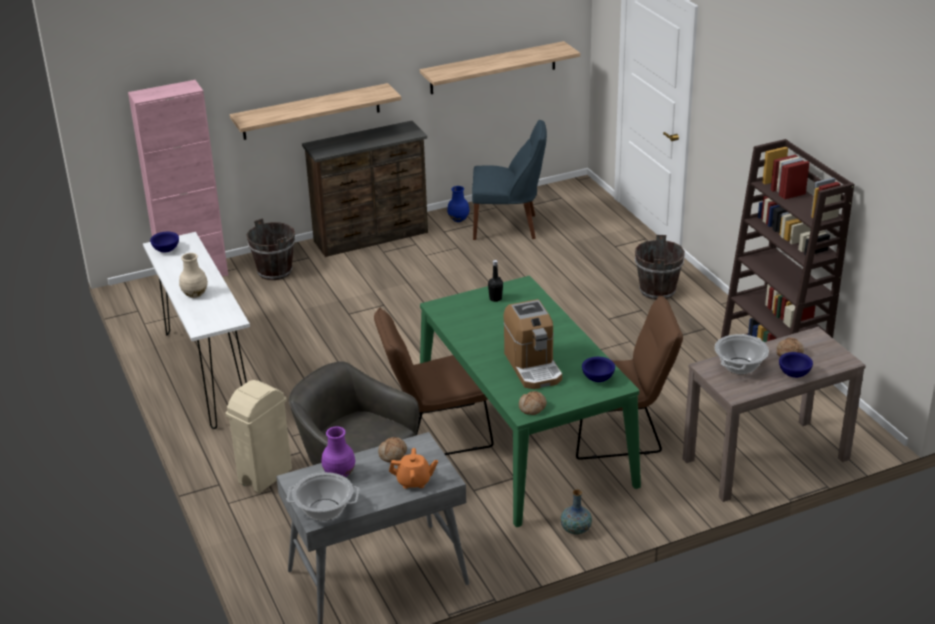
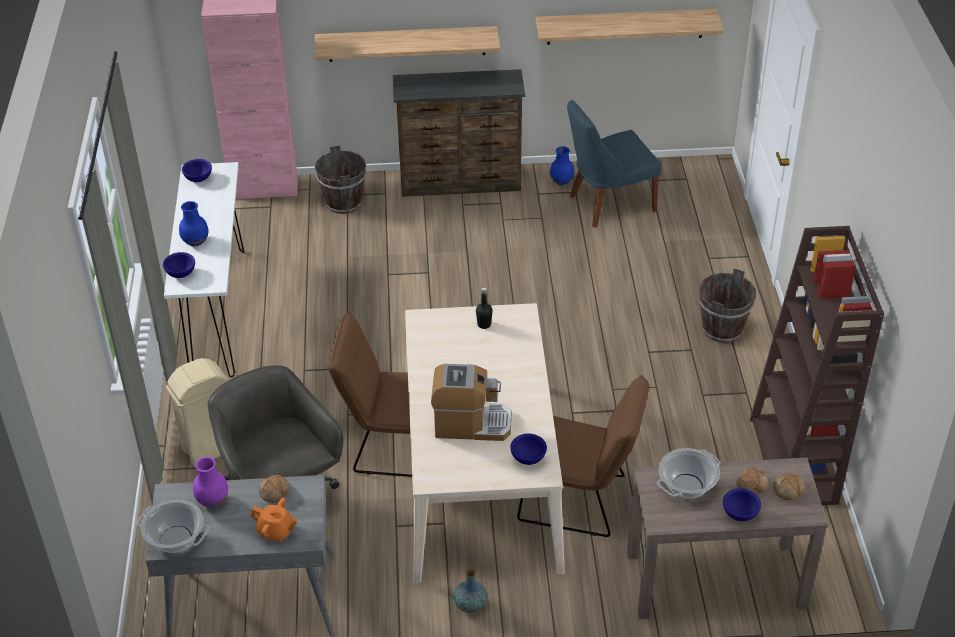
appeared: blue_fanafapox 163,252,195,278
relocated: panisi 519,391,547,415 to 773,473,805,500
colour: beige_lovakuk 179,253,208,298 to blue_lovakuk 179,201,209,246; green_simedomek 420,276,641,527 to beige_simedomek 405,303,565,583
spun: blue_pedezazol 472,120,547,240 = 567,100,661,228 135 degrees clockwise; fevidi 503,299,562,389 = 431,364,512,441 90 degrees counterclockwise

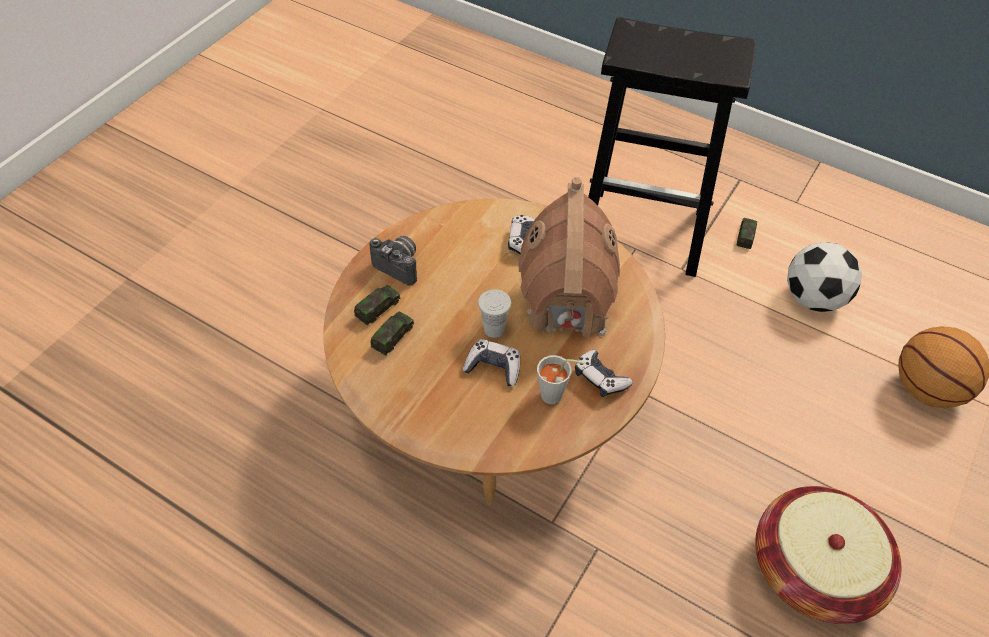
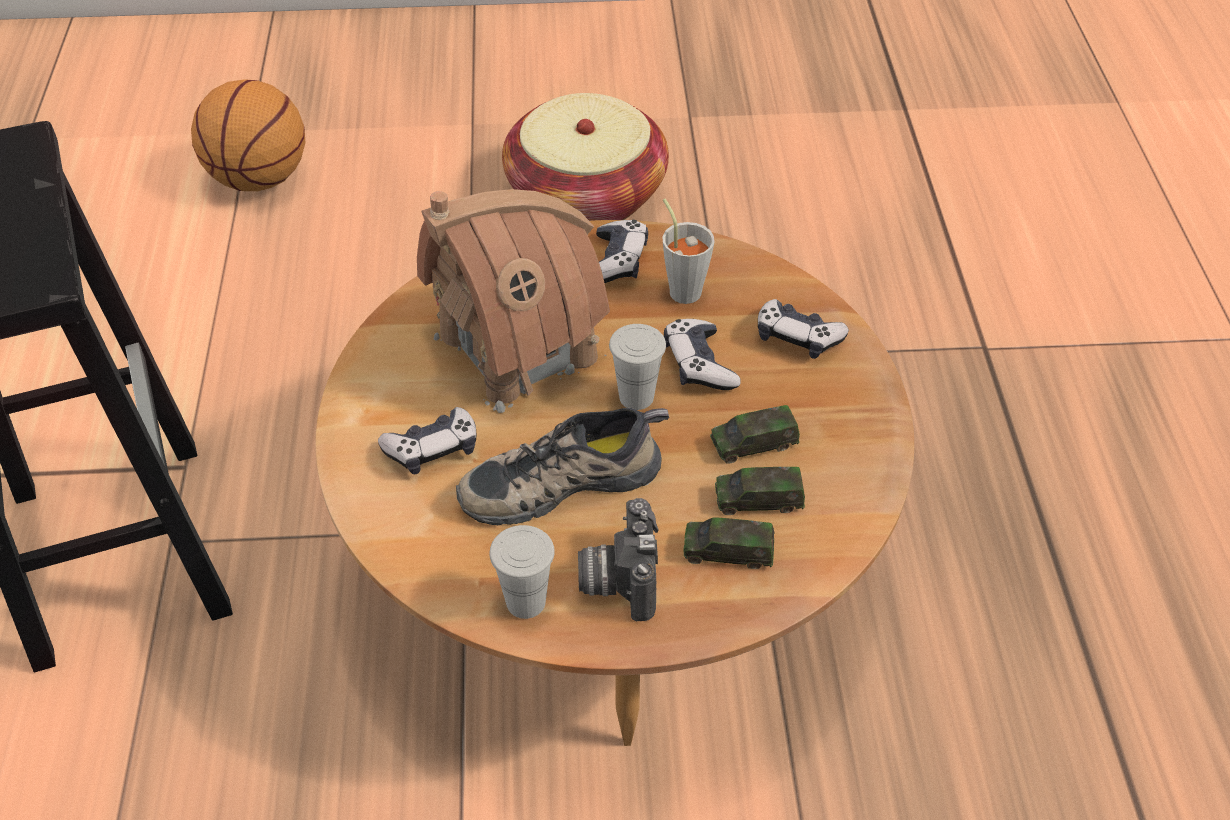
missing: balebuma 787,242,862,312
appeared: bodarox 456,407,669,525; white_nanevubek 489,525,555,619; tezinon 758,299,849,359
relocated: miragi 736,218,757,249 to 710,405,800,464

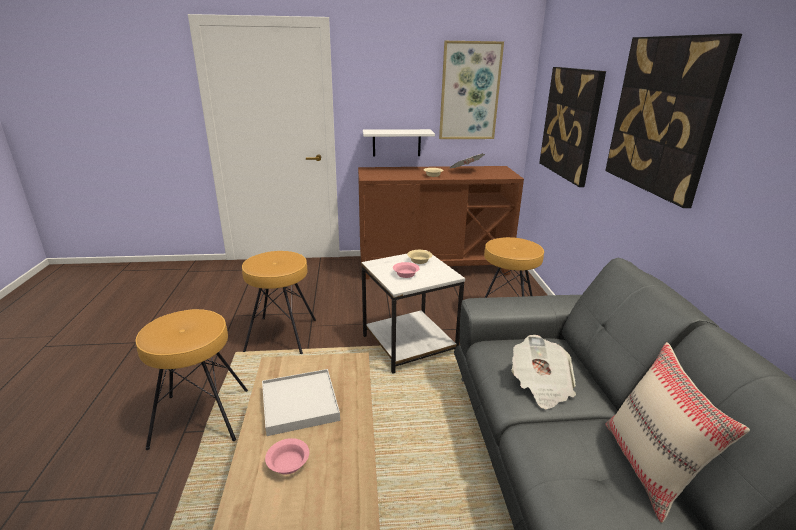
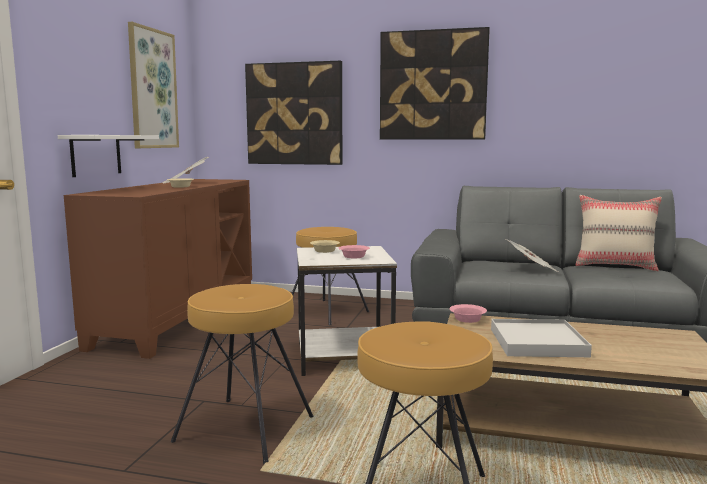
relocated: pink_fanafapox 265,438,309,474 to 449,304,487,323

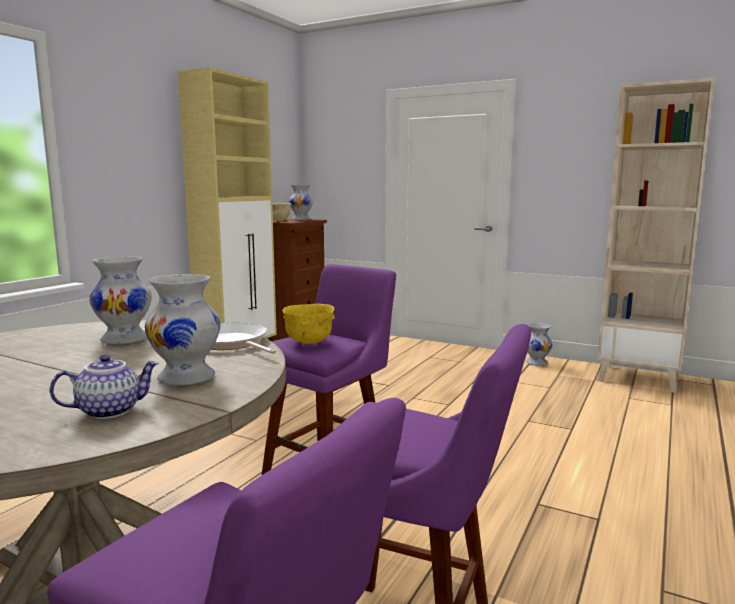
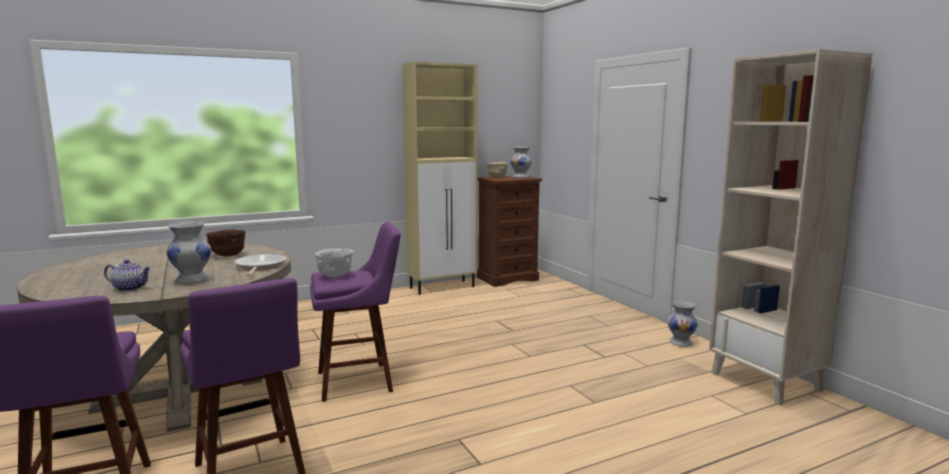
exchanged: white_lovakuk 89,256,152,344 to brown_fanafapox 206,229,246,257
colour: yellow_fanafapox 283,304,335,344 to white_fanafapox 315,249,353,277

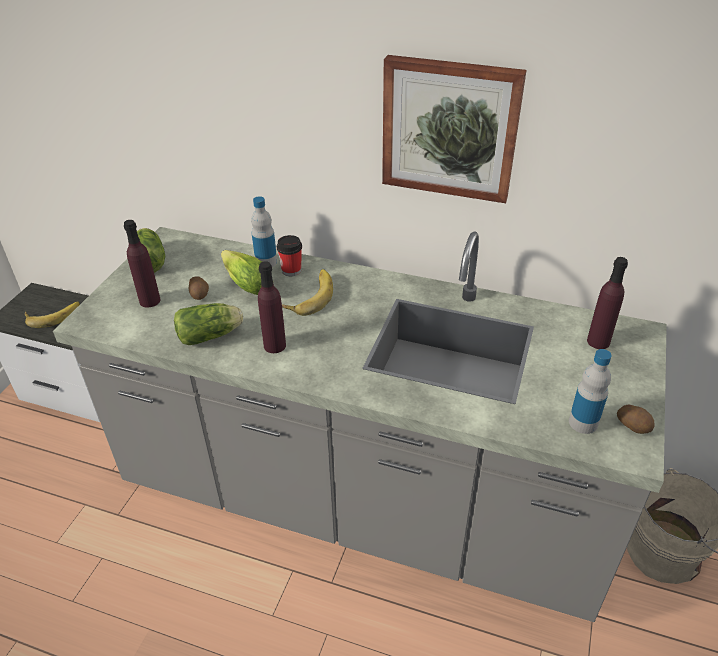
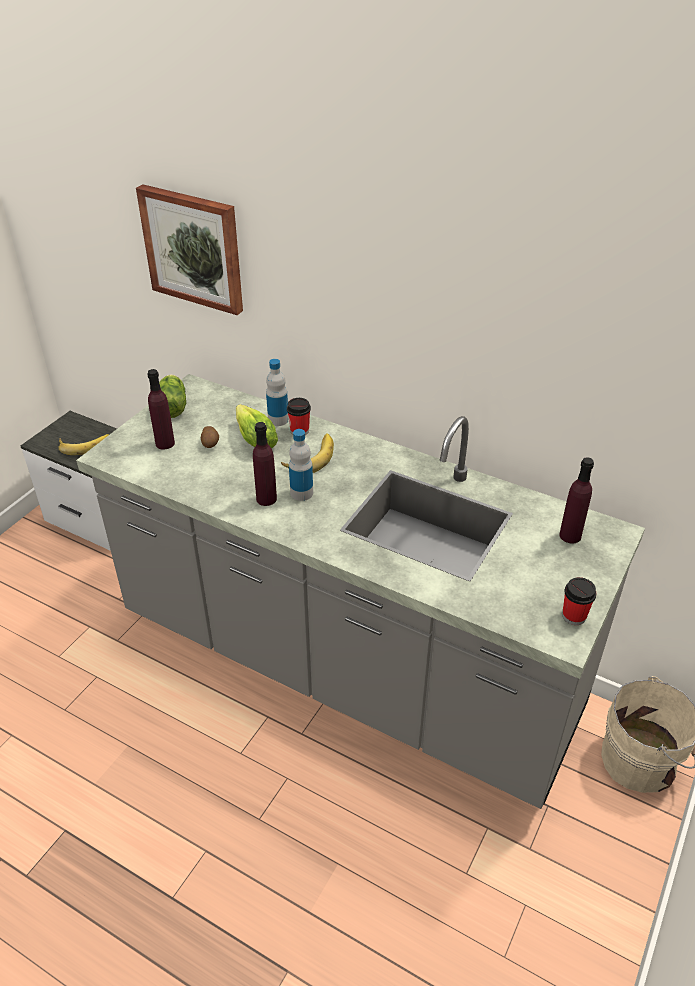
missing: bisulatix 174,303,243,345
relocated: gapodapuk 382,55,527,203 to 136,184,243,315; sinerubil 569,349,612,434 to 289,429,313,501
exchanged: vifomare 617,404,654,434 to nanevubek 562,577,597,625

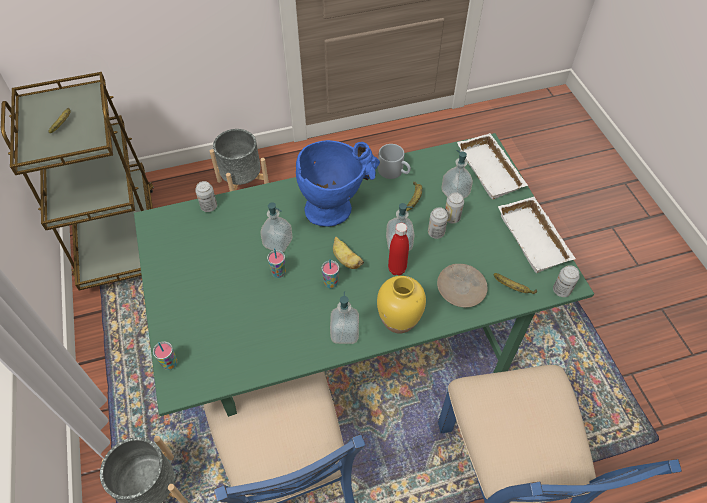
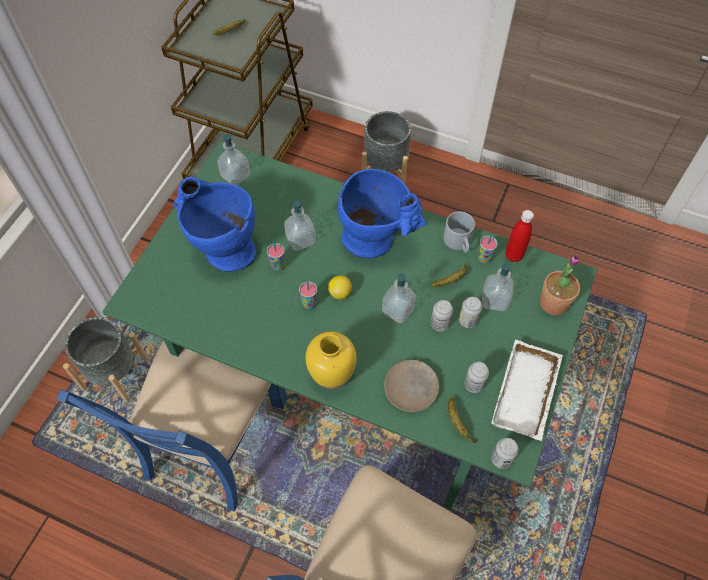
appeared: blue_lovakuk 173,177,257,272
relocated: nanevubek 153,342,177,370 to 478,234,498,264; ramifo 195,181,217,212 to 464,362,489,393; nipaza 330,291,359,344 to 217,133,250,185; red_sinerubil 388,223,409,276 to 505,210,534,262
exchanged: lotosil 333,237,364,269 to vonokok 328,276,352,299; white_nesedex 457,133,528,200 to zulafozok 540,254,580,315

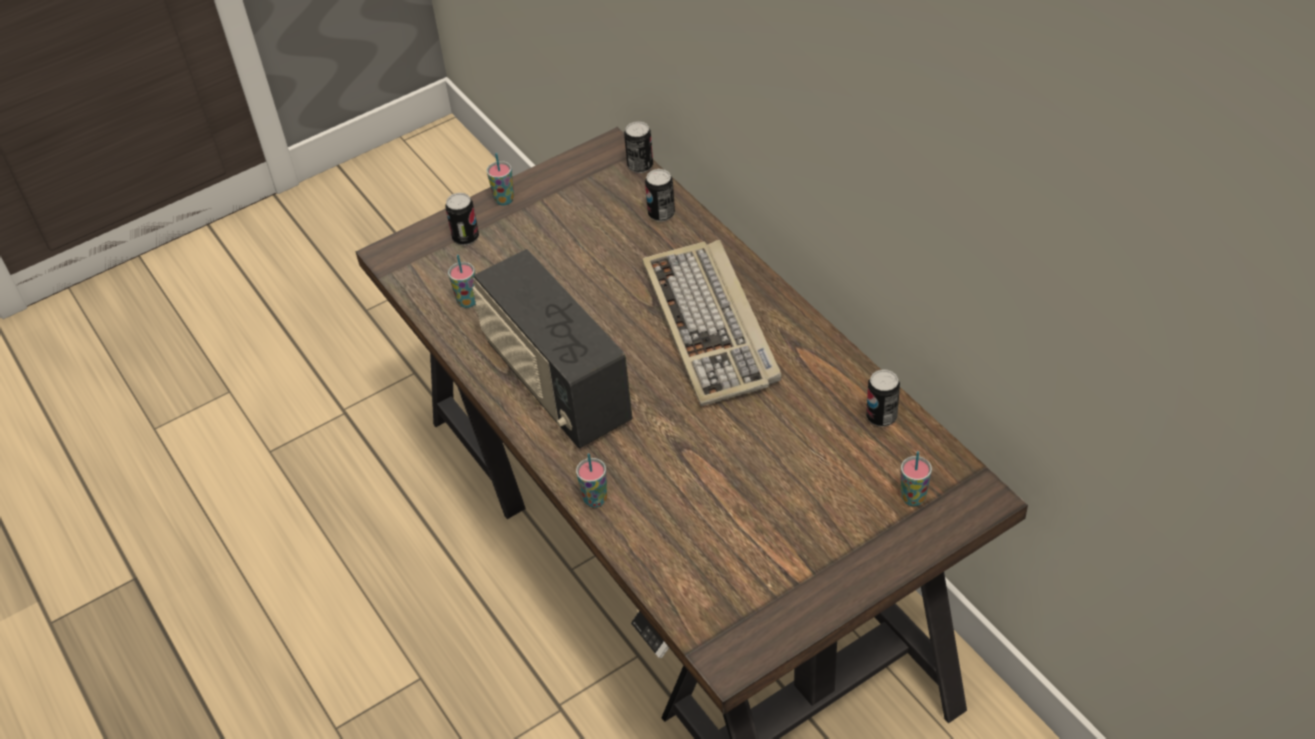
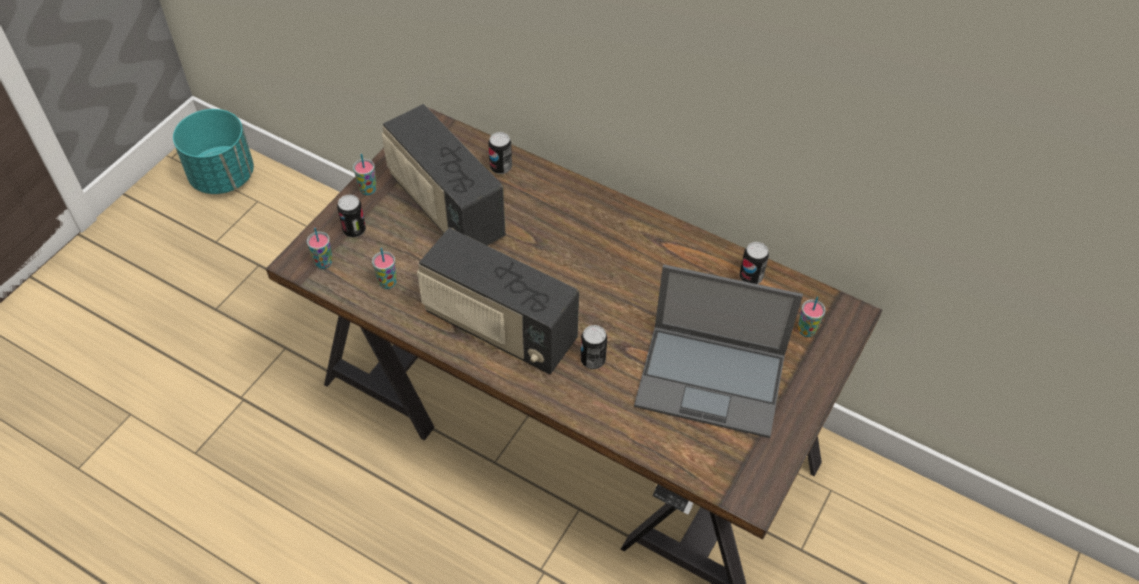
missing: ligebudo 642,240,782,406
appeared: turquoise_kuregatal 173,109,254,194; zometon 381,104,506,246; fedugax 634,264,803,438
relocated: nanevubek 576,453,607,508 to 307,228,333,269; ramifo 624,121,653,173 to 581,325,607,369

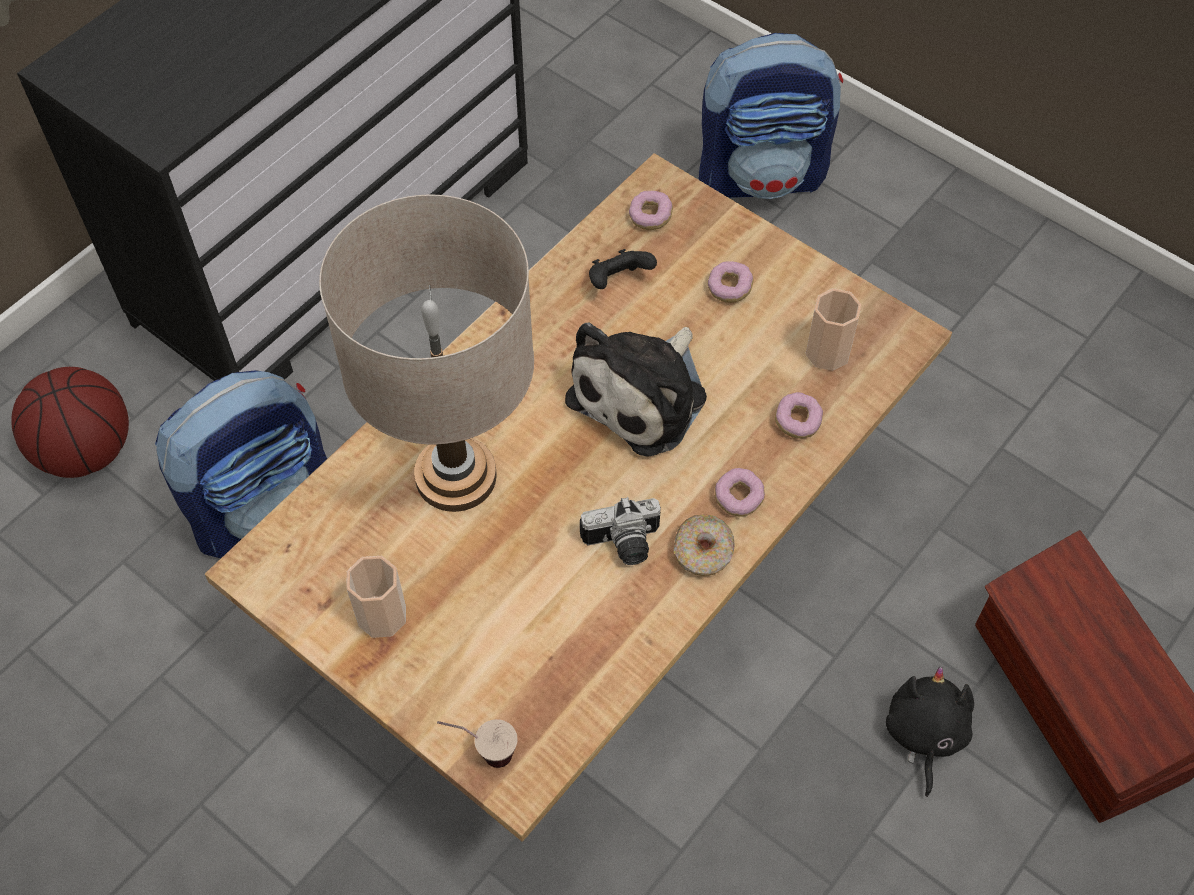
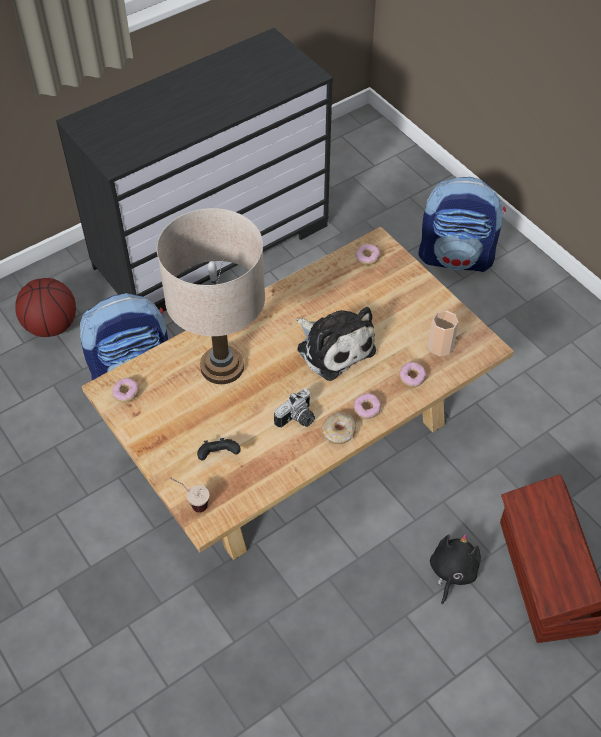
missing: nanevubek 346,556,406,638
relocated: black_tezinon 589,249,657,289 to 197,438,241,461; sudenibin 708,261,754,303 to 112,378,139,403
spun: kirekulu 565,323,707,457 = 297,307,376,381 90 degrees counterclockwise; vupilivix 580,497,661,565 = 274,388,315,428 45 degrees counterclockwise

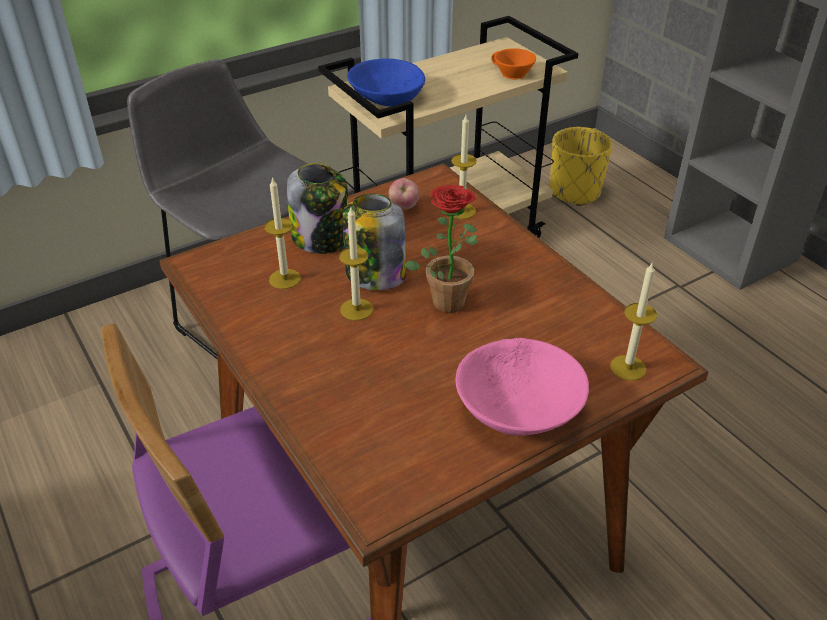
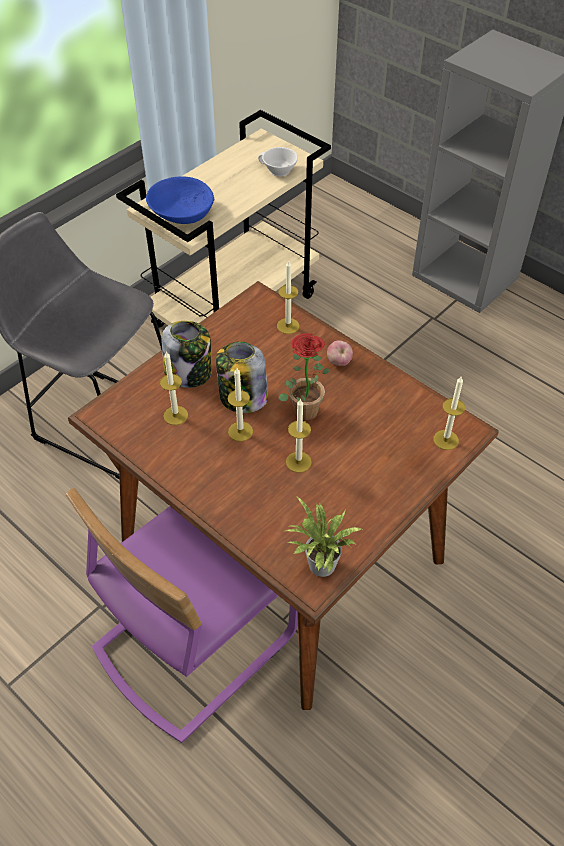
missing: pink_fanafapox 455,338,589,435; yellow_kuregatal 550,127,612,206
appeared: zulafozok 285,496,361,577; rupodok 286,399,312,473
relocated: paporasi 389,178,420,210 to 327,340,353,366
colour: orange_nanevubek 491,48,536,79 to white_nanevubek 258,147,298,176

